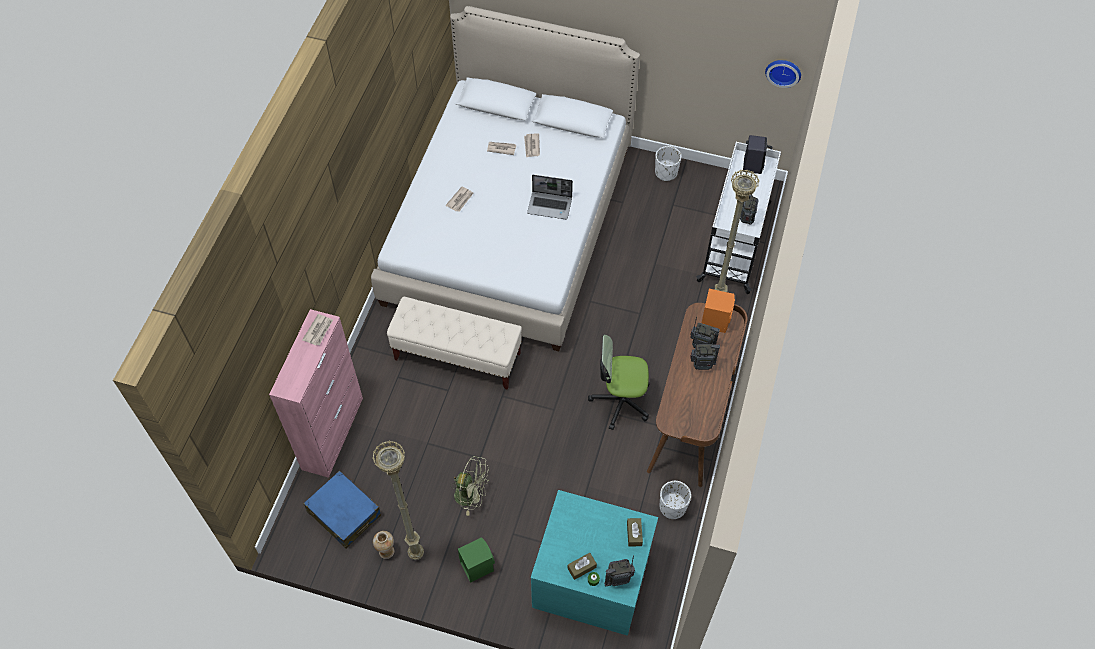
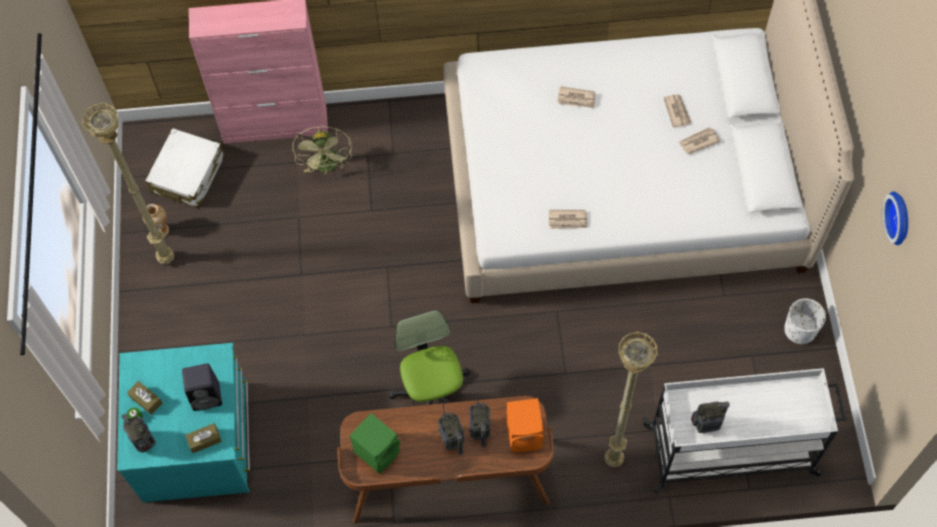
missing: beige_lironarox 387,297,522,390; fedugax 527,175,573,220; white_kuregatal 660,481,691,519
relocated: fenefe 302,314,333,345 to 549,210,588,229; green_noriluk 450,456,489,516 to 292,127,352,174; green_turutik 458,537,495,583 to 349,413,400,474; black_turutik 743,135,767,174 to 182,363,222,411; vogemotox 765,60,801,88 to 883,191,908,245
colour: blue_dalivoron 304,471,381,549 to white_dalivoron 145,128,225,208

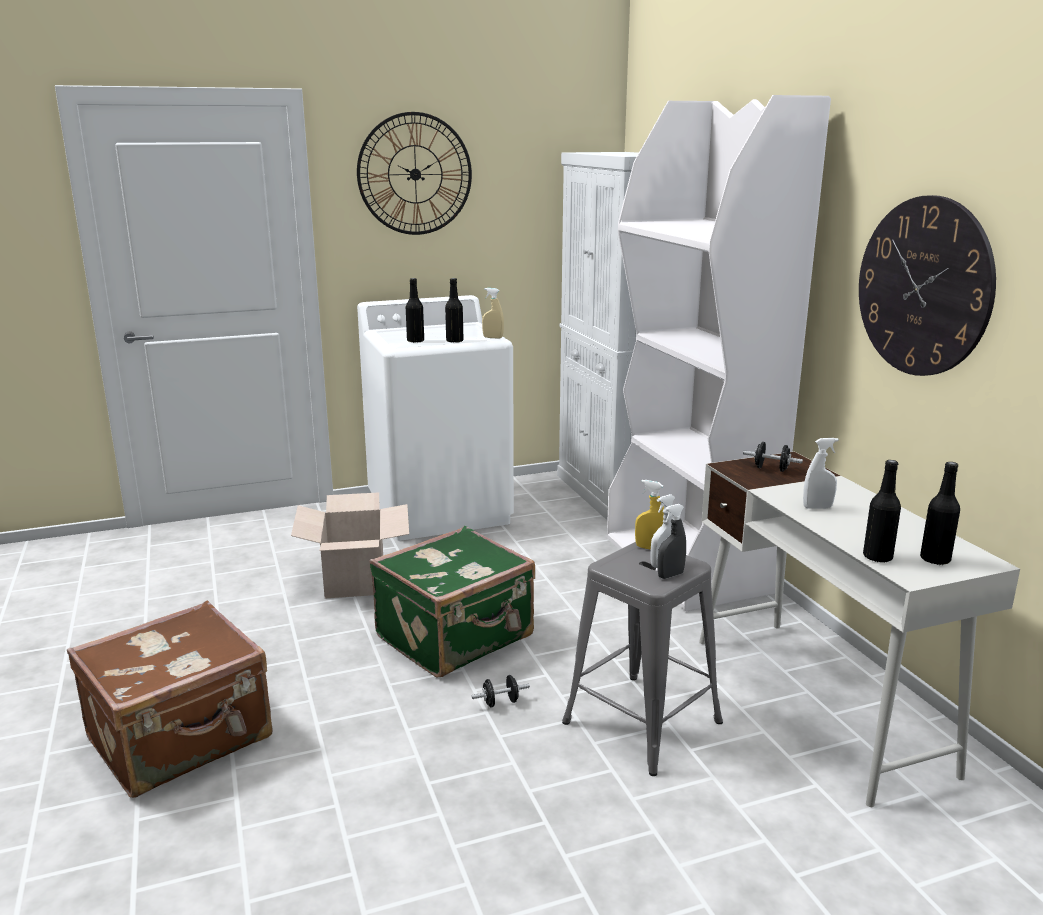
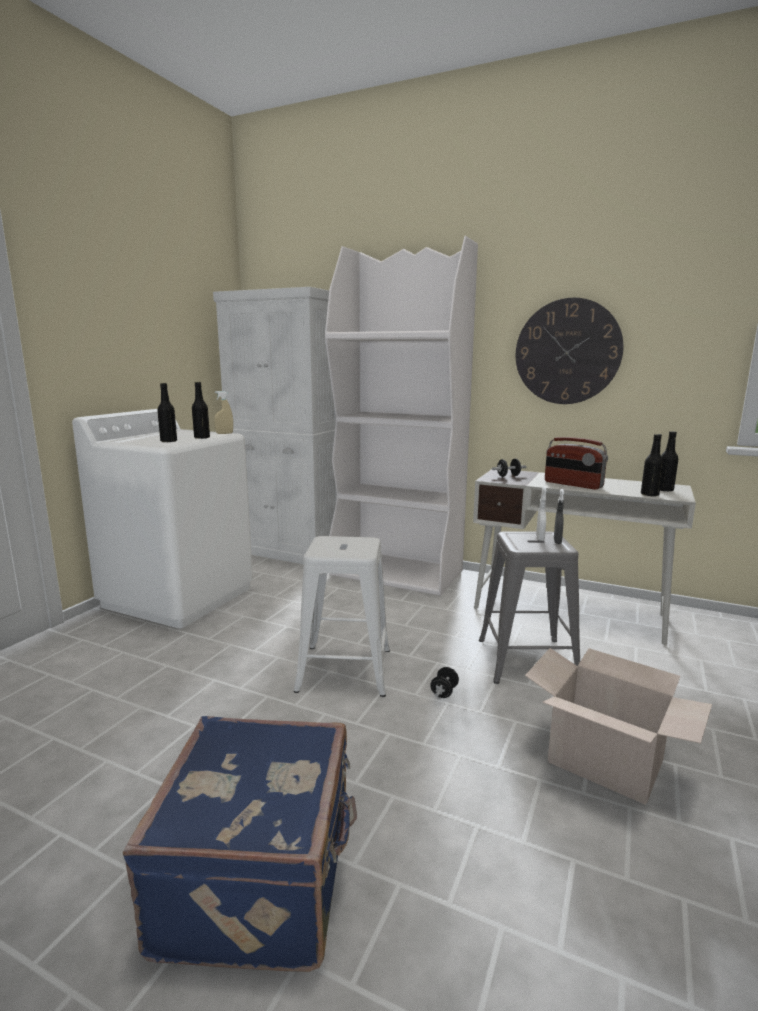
missing: vogemotox 357,112,472,235; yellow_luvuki 635,480,664,550
relocated: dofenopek 291,492,409,599 to 525,648,712,805
exchanged: green_dalivoron 370,526,535,678 to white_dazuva 294,536,390,697; white_luvuki 803,438,839,509 to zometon 545,437,608,490
colour: brown_dalivoron 67,600,273,798 to blue_dalivoron 123,716,357,972

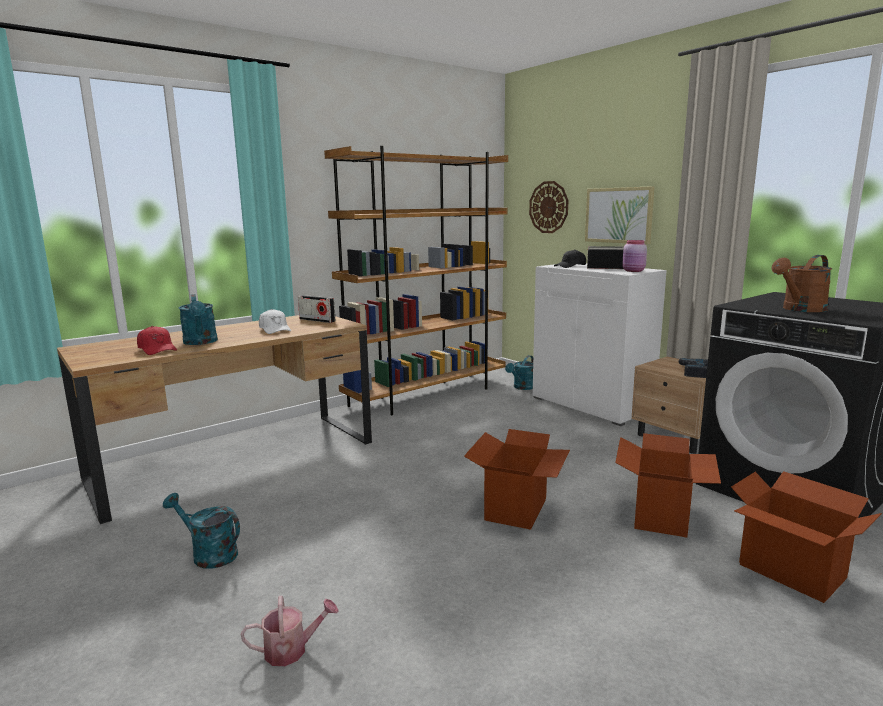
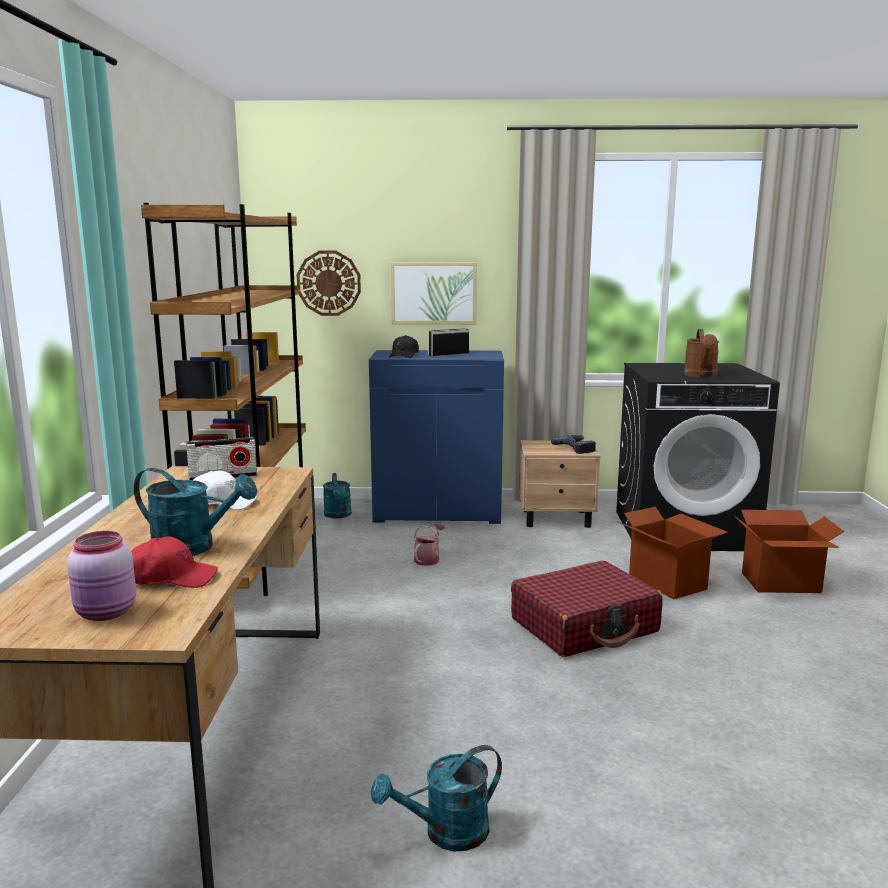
relocated: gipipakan 241,596,339,666 to 414,524,445,566; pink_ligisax 622,240,647,272 to 67,531,136,621
exchanged: dofenopek 464,429,570,530 to red_dalivoron 511,561,663,657
colour: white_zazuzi 532,263,667,426 to blue_zazuzi 369,350,504,524

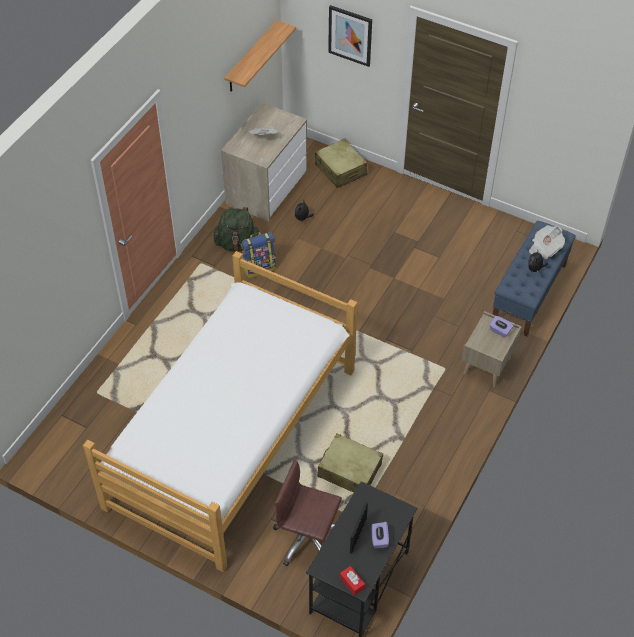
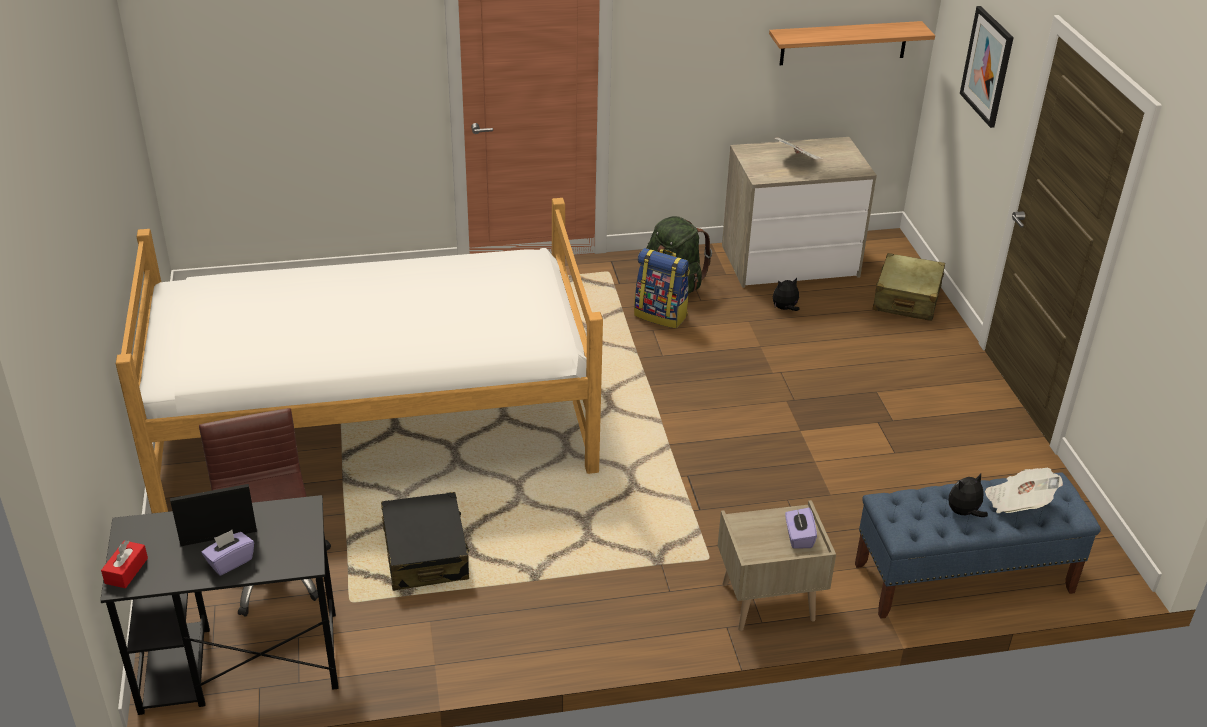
colour: beige_dalivoron 317,434,383,493 to black_dalivoron 381,492,470,591

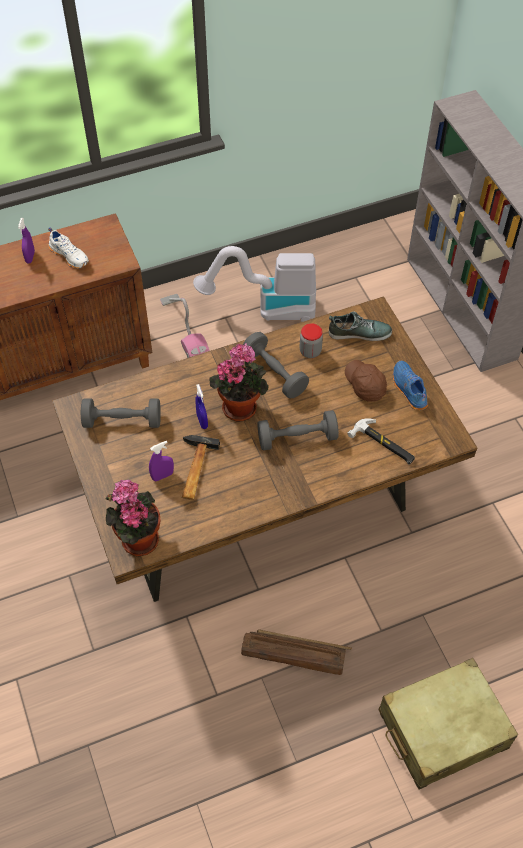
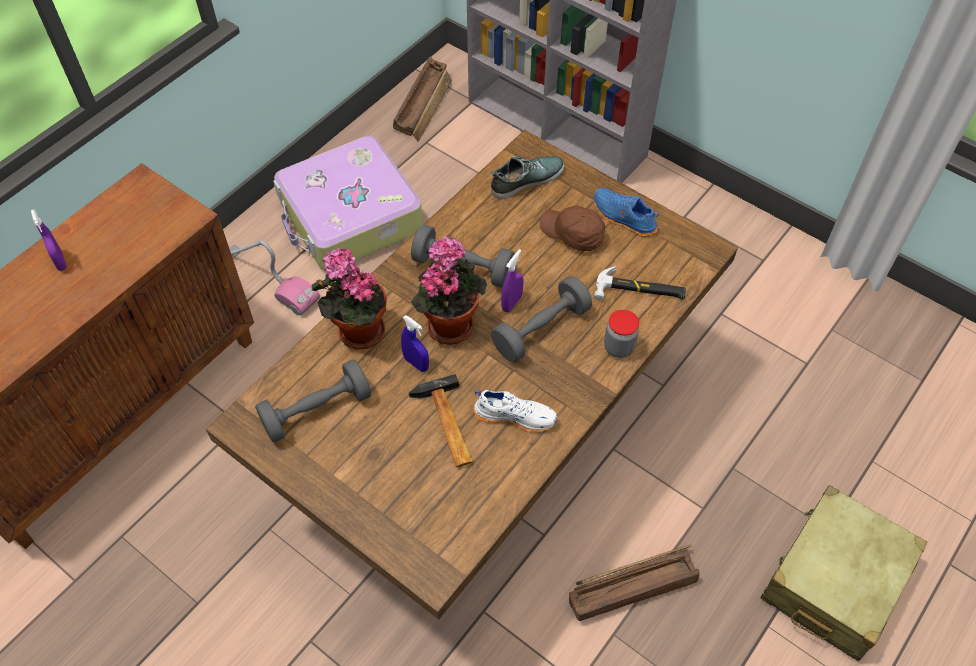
appeared: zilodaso 393,56,452,142
relocated: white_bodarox 48,227,89,269 to 474,390,557,432; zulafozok 105,479,160,557 to 312,248,387,349; purple_luvuki 149,441,174,481 to 501,249,523,312; ligisax 300,323,323,358 to 604,310,639,358
exchanged: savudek 193,246,316,322 to dalivoron 273,136,423,271

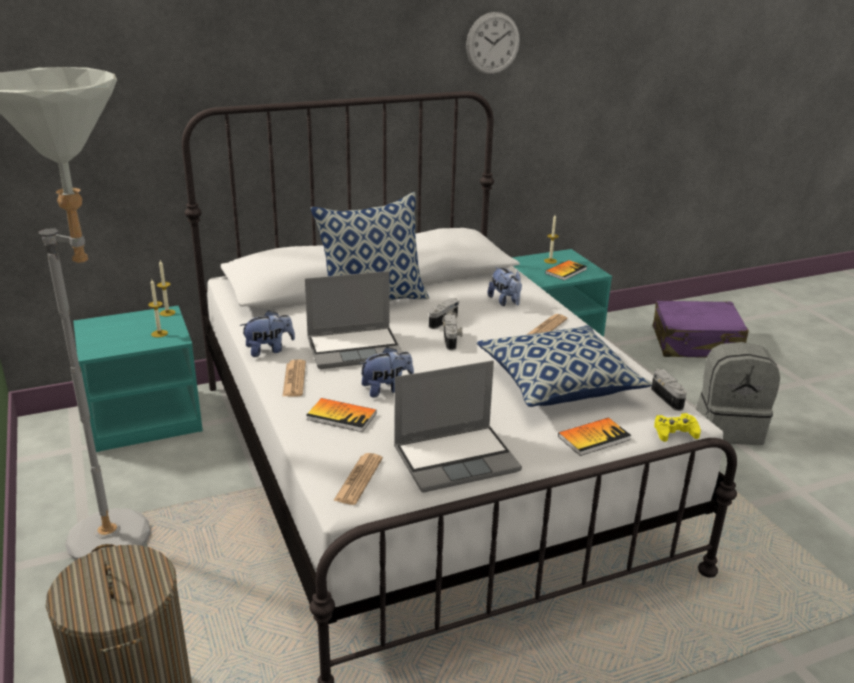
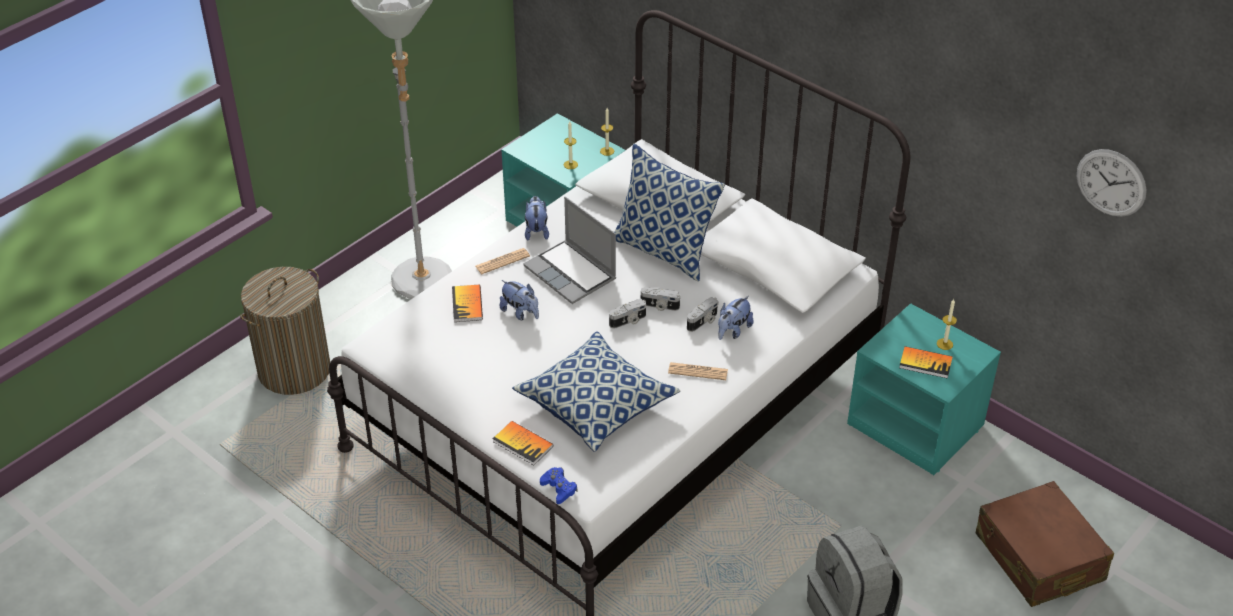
missing: fenefe 333,453,383,505; fedugax 394,360,522,492
relocated: vogemotox 466,12,520,74 to 1076,149,1147,217; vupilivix 651,369,687,411 to 687,297,719,332
colour: purple_dalivoron 653,301,749,358 to brown_dalivoron 976,481,1114,607; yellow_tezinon 654,413,701,442 to blue_tezinon 540,467,577,504
spun: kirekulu 240,310,295,357 = 525,196,549,241 135 degrees counterclockwise

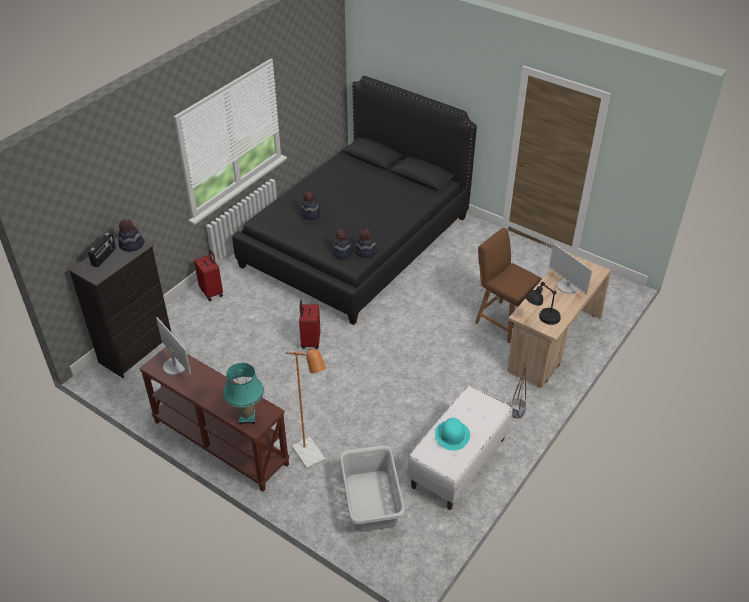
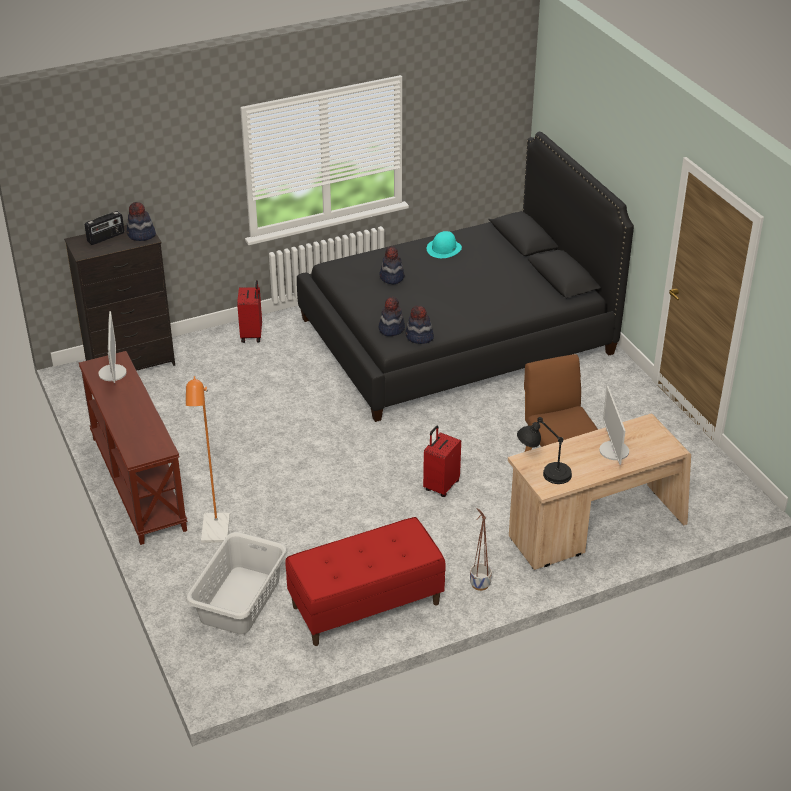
missing: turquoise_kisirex 223,363,264,424
relocated: red_dalivoron 299,300,320,349 to 423,426,461,497; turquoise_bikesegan 435,418,470,451 to 427,231,462,258
colour: white_lironarox 407,386,513,510 to red_lironarox 285,517,445,646

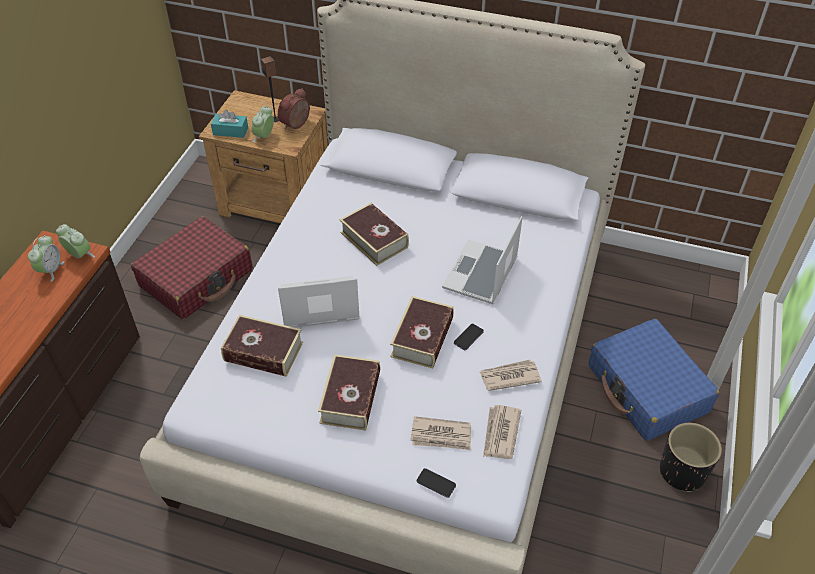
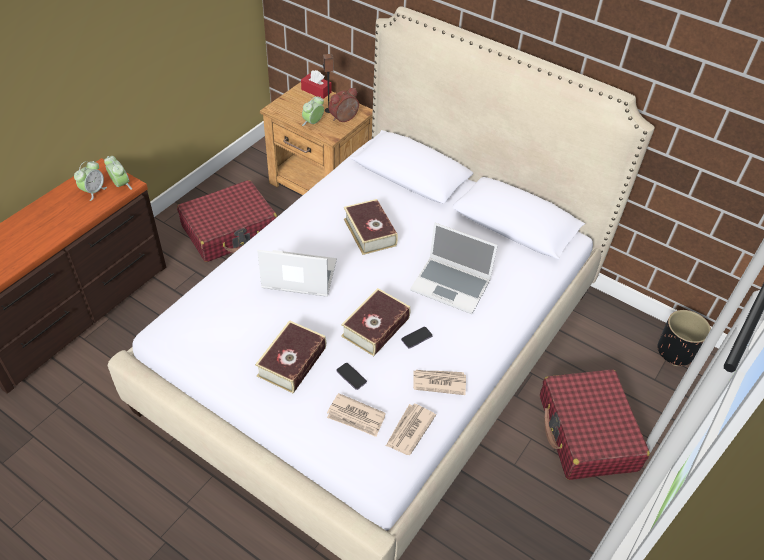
missing: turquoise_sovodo 211,110,248,138; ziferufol 221,314,303,377
appeared: red_sovodo 301,70,332,99
relocated: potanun 417,468,456,498 to 336,363,367,390; black_kuregatal 660,423,722,492 to 657,310,711,366
colour: blue_dalivoron 589,319,719,441 to red_dalivoron 540,369,650,480
spun: fedugax 442,216,522,305 = 410,223,498,314 105 degrees counterclockwise

